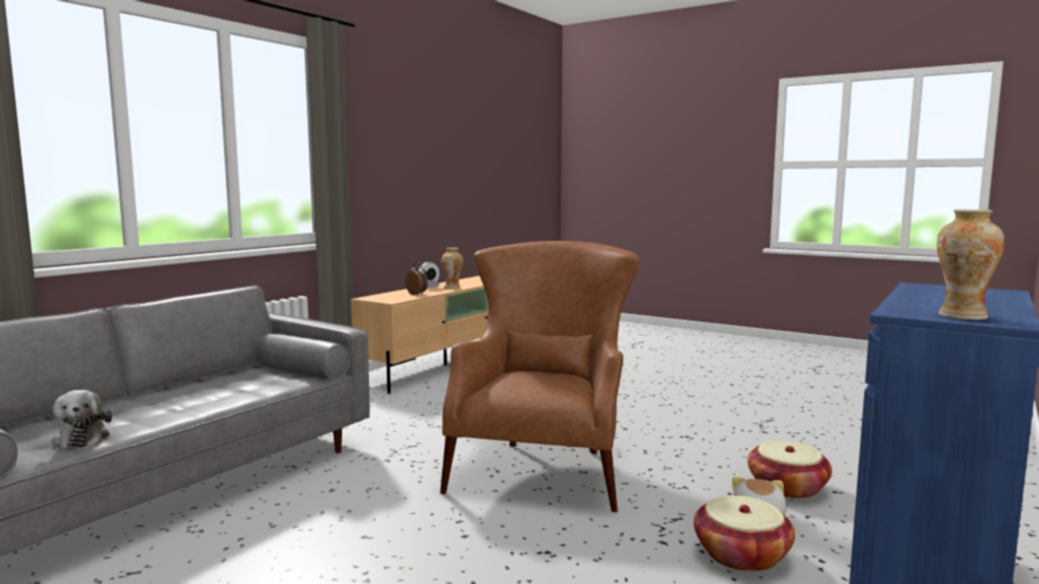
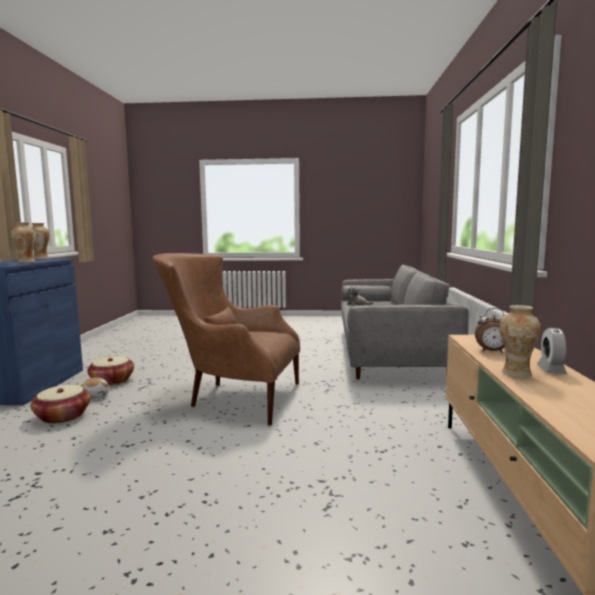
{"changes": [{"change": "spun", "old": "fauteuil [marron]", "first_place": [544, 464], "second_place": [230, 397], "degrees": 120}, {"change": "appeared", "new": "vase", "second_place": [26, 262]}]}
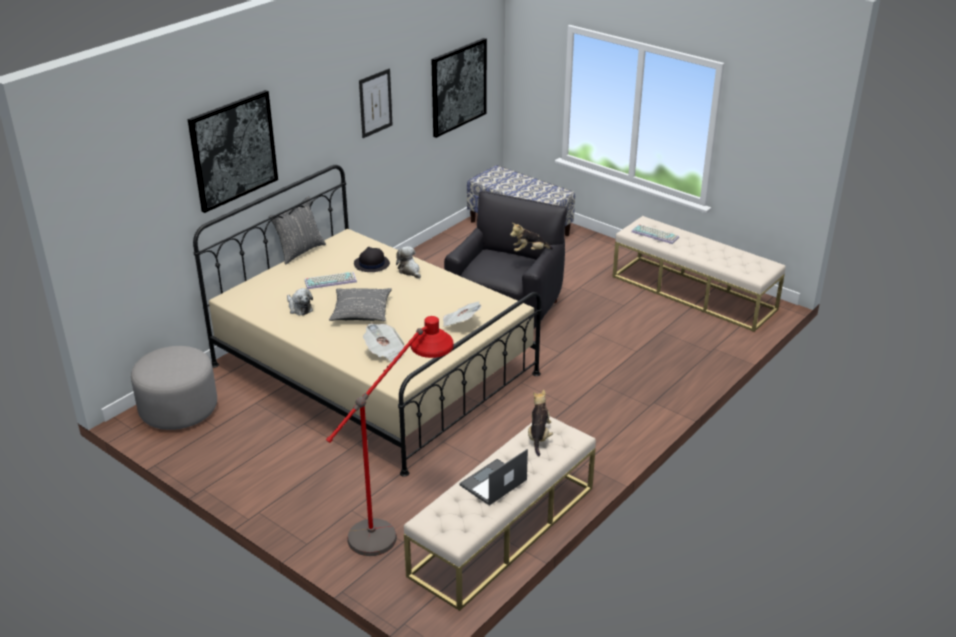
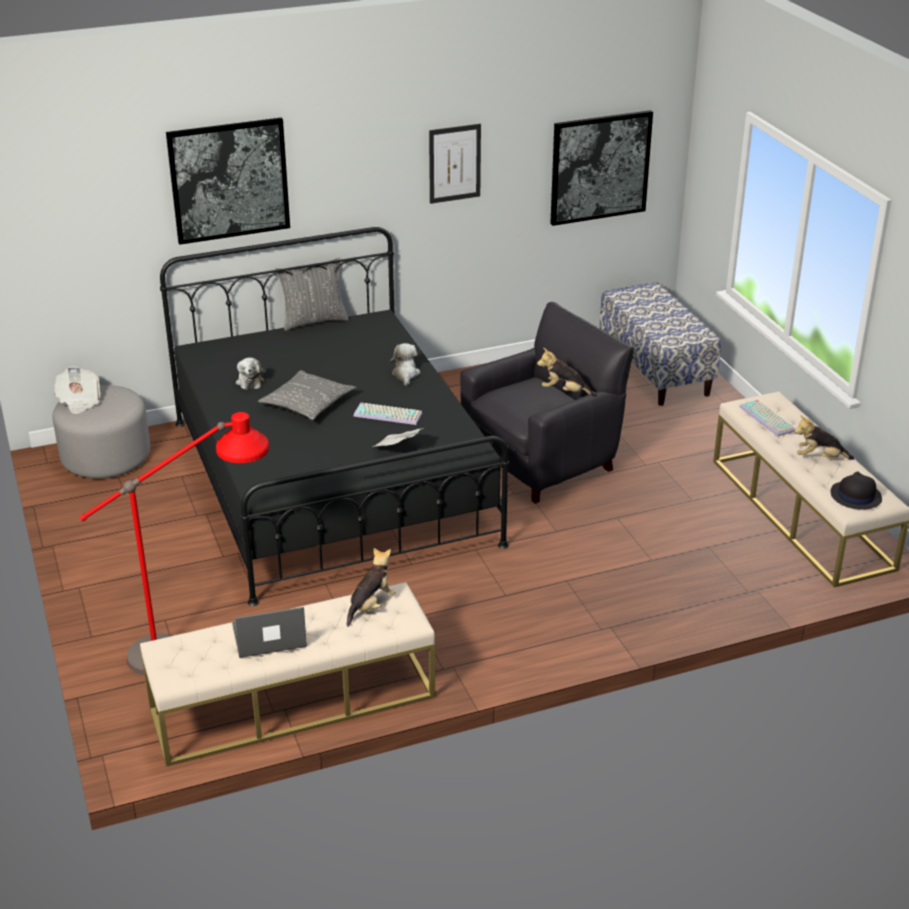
{"changes": [{"change": "colour", "old": "lit [beige]", "new": "lit [noir]", "first_place": [374, 369], "second_place": [331, 481]}, {"change": "relocated", "old": "clavier", "first_place": [331, 280], "second_place": [389, 414]}, {"change": "relocated", "old": "chapeau [noir]", "first_place": [371, 264], "second_place": [855, 496]}, {"change": "relocated", "old": "journal", "first_place": [385, 352], "second_place": [79, 401]}, {"change": "appeared", "new": "peluche", "second_place": [819, 457]}]}
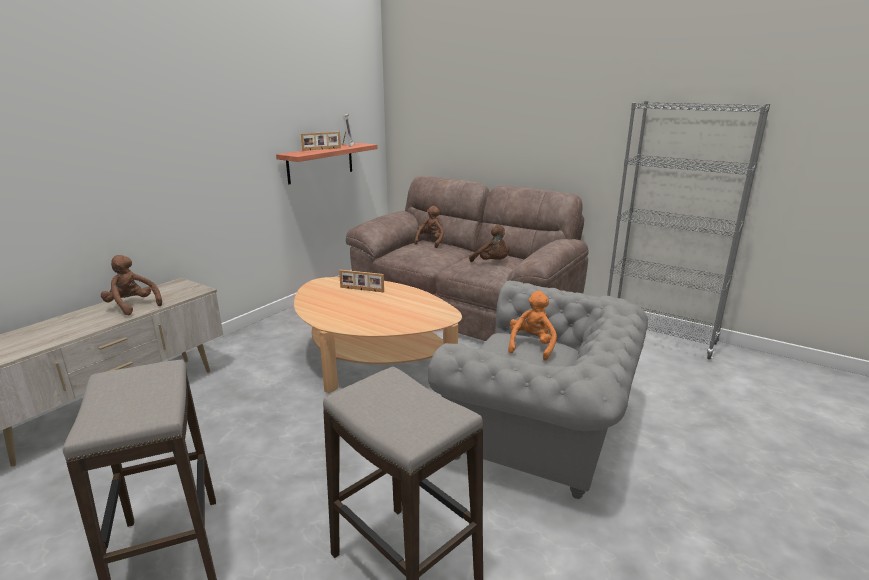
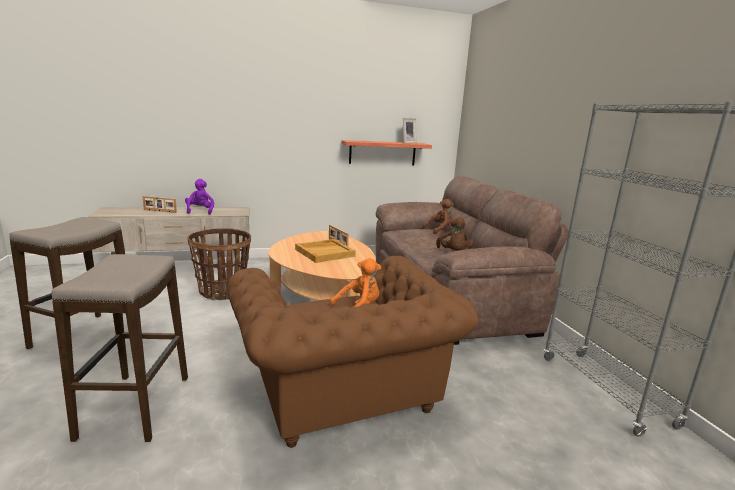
{"changes": [{"change": "colour", "old": "peluche [marron]", "new": "peluche [violet]", "first_place": [132, 306], "second_place": [200, 211]}, {"change": "relocated", "old": "cadre photo", "first_place": [322, 149], "second_place": [159, 211]}, {"change": "colour", "old": "fauteuil [gris]", "new": "fauteuil [marron]", "first_place": [542, 435], "second_place": [344, 395]}, {"change": "appeared", "new": "panier", "second_place": [222, 291]}, {"change": "appeared", "new": "plateau [beige]", "second_place": [325, 252]}]}
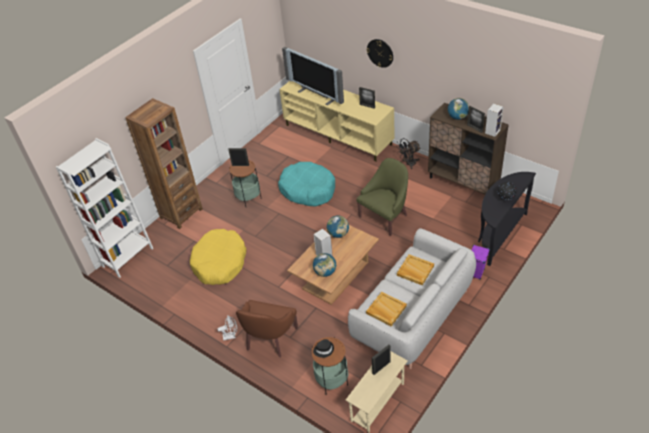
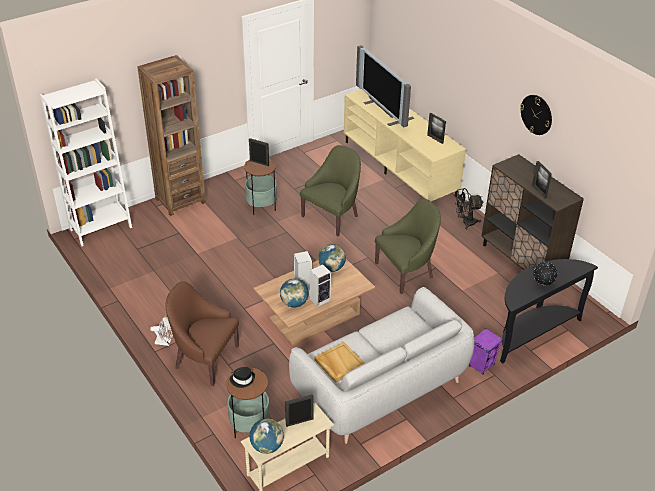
{"changes": [{"change": "missing", "old": "panier pour chien [jaune]", "first_place": [220, 263]}, {"change": "spun", "old": "fauteuil [marron]", "first_place": [269, 339], "second_place": [204, 359], "degrees": 75}, {"change": "exchanged", "old": "panier pour chien [turquoise]", "new": "fauteuil [vert]", "first_place": [308, 190], "second_place": [332, 217]}, {"change": "relocated", "old": "horloge murale", "first_place": [380, 53], "second_place": [536, 114]}, {"change": "missing", "old": "plateau [beige]", "first_place": [415, 270]}, {"change": "relocated", "old": "globe", "first_place": [457, 117], "second_place": [267, 446]}, {"change": "relocated", "old": "enceinte", "first_place": [492, 131], "second_place": [320, 299]}]}
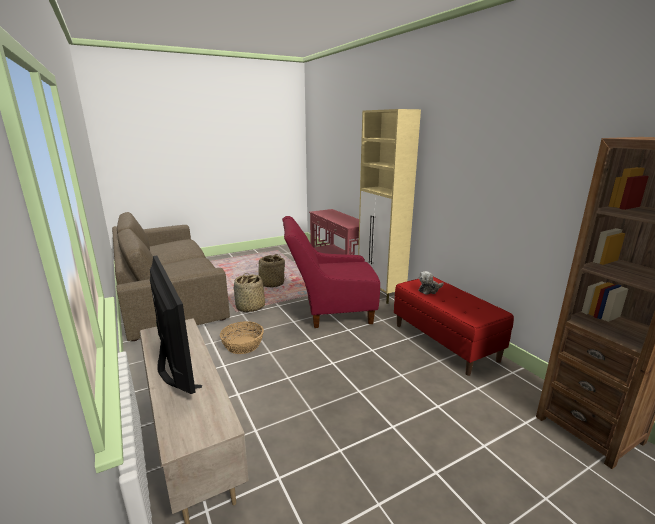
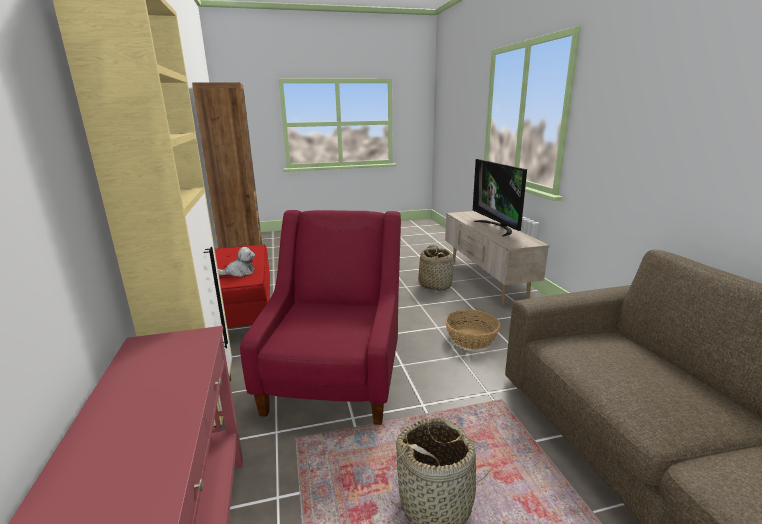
{"changes": [{"change": "relocated", "old": "panier", "first_place": [250, 307], "second_place": [435, 285]}, {"change": "spun", "old": "fauteuil [rouge]", "first_place": [330, 310], "second_place": [335, 378], "degrees": -90}]}
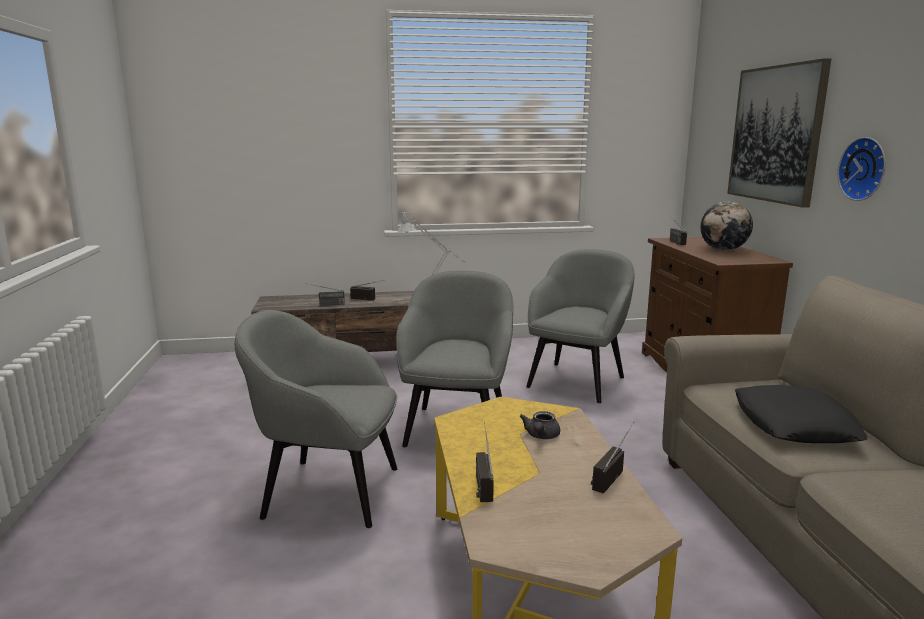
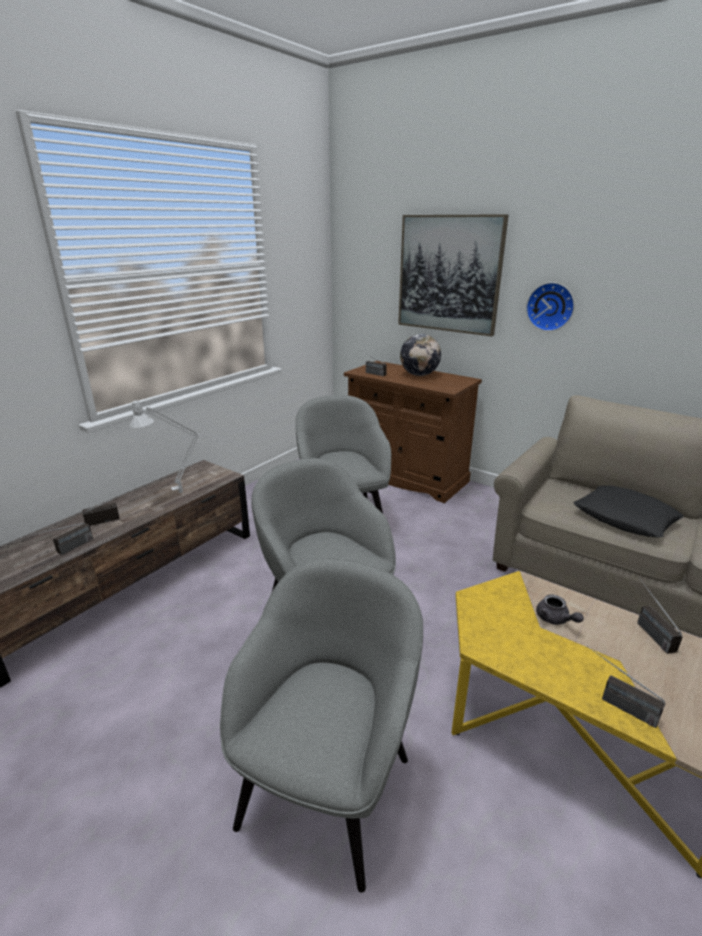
{"changes": [{"change": "spun", "old": "fauteuil [gris]", "first_place": [328, 491], "second_place": [328, 786], "degrees": 150}]}
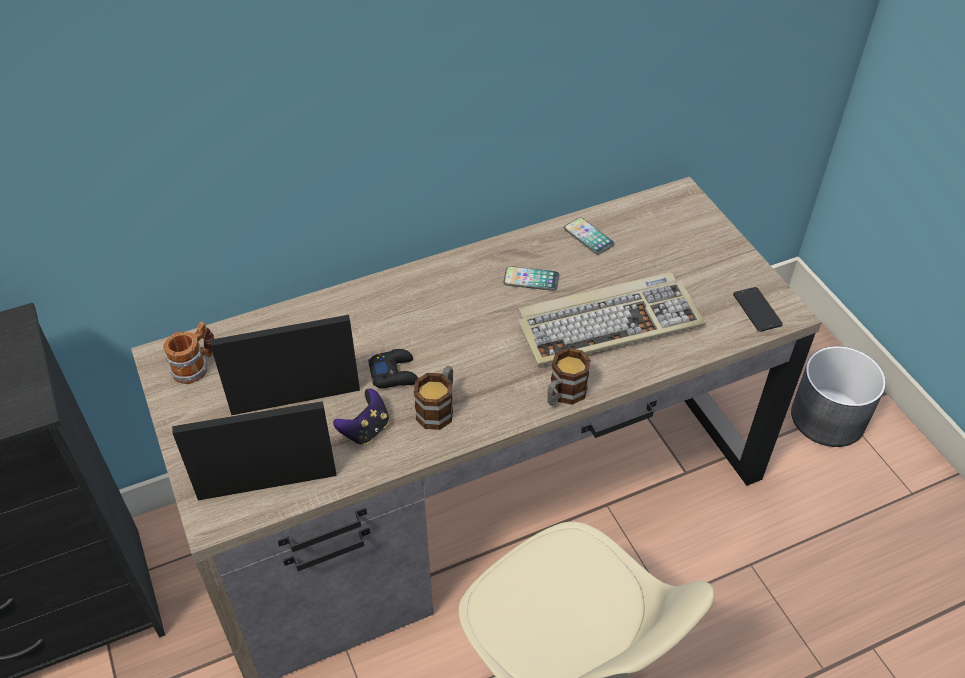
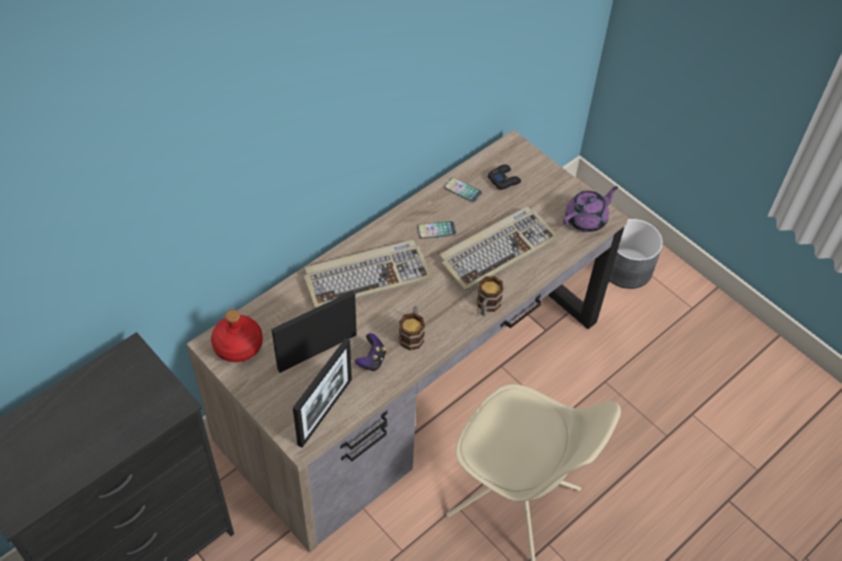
{"changes": [{"change": "exchanged", "old": "mug", "new": "bouteille [rouge]", "first_place": [196, 366], "second_place": [239, 345]}, {"change": "spun", "old": "cadre photo", "first_place": [267, 484], "second_place": [325, 412], "degrees": 150}, {"change": "relocated", "old": "manette [noir]", "first_place": [394, 373], "second_place": [504, 180]}, {"change": "exchanged", "old": "téléphone", "new": "théière [violet]", "first_place": [757, 309], "second_place": [586, 219]}, {"change": "appeared", "new": "clavier", "second_place": [367, 276]}]}
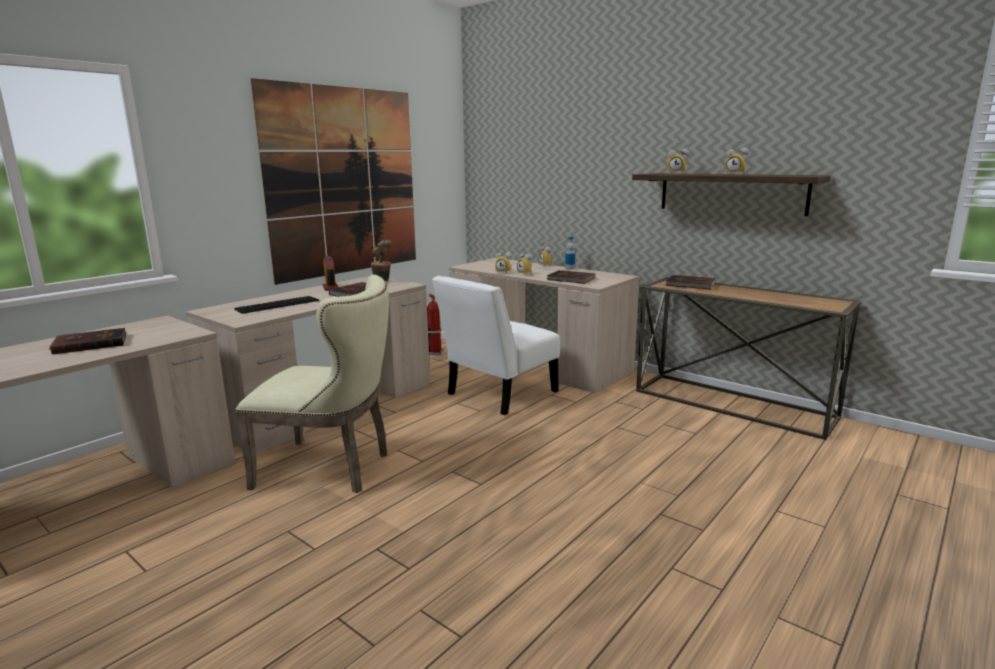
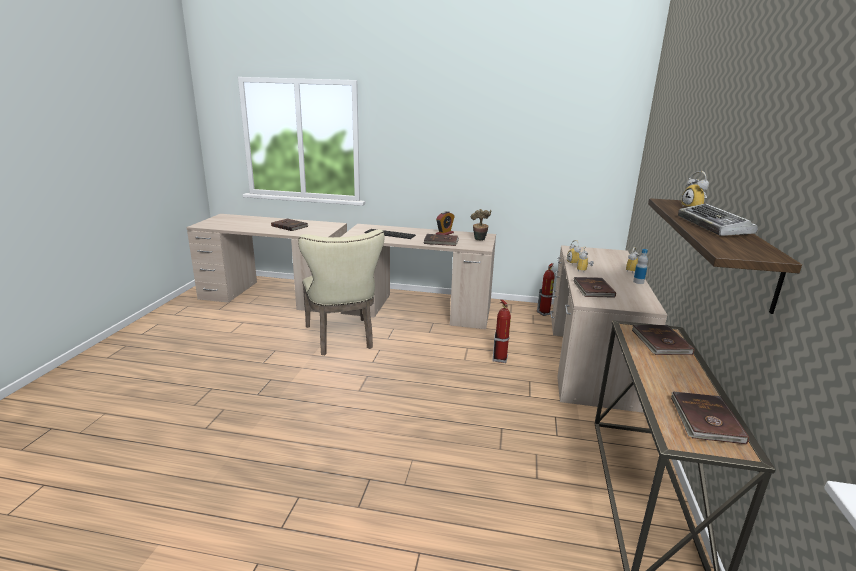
{"changes": [{"change": "missing", "old": "tableau", "first_place": [345, 182]}, {"change": "exchanged", "old": "chaise [blanc]", "new": "extincteur", "first_place": [498, 395], "second_place": [500, 359]}, {"change": "exchanged", "old": "réveil", "new": "clavier", "first_place": [735, 174], "second_place": [714, 226]}, {"change": "appeared", "new": "livre [marron]", "second_place": [705, 420]}]}
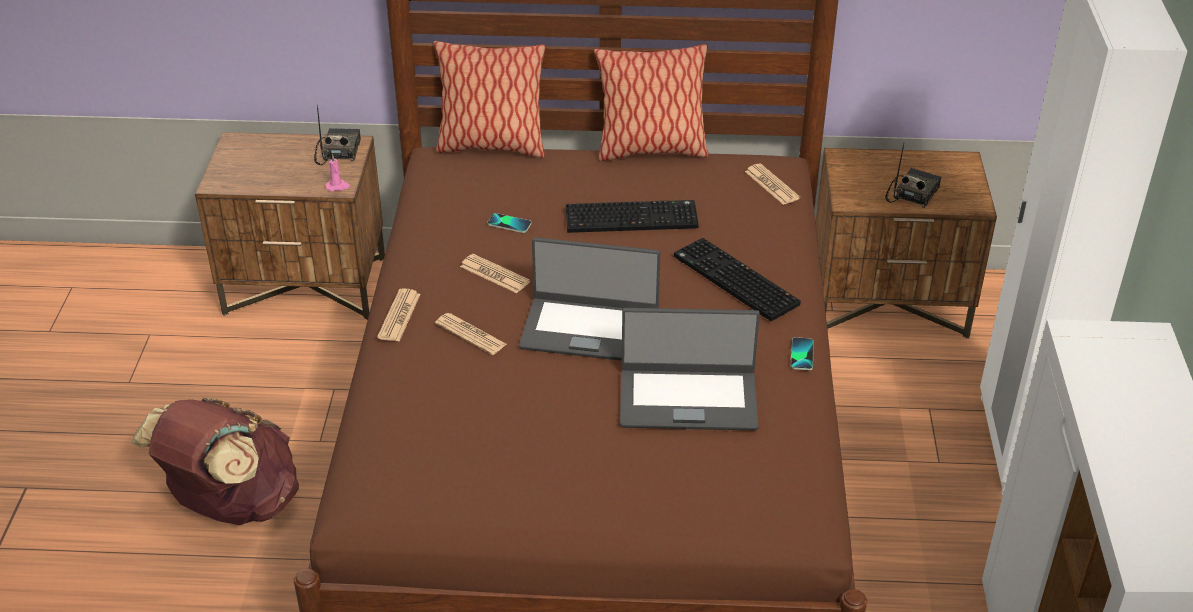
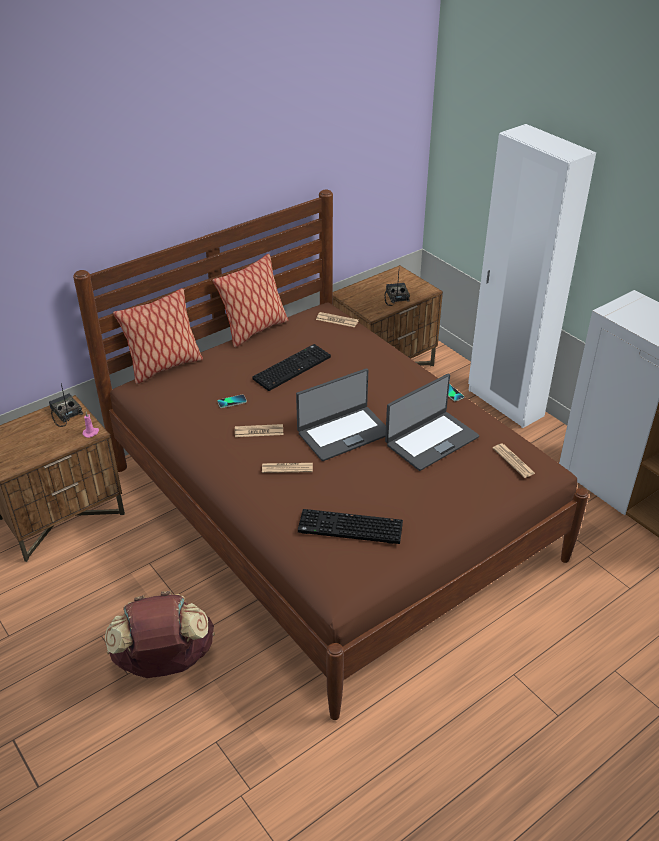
{"changes": [{"change": "relocated", "old": "journal", "first_place": [399, 316], "second_place": [513, 461]}, {"change": "relocated", "old": "clavier", "first_place": [733, 281], "second_place": [349, 529]}]}
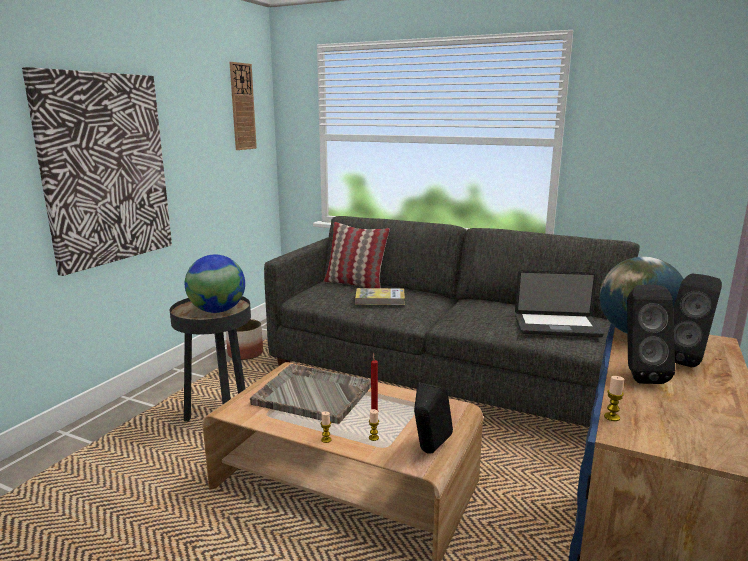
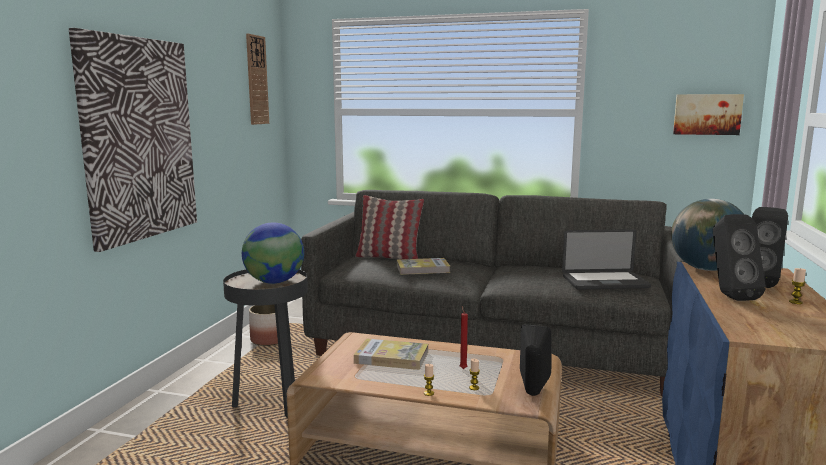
{"changes": [{"change": "exchanged", "old": "plateau [gris]", "new": "livre", "first_place": [311, 394], "second_place": [391, 357]}, {"change": "relocated", "old": "bougie", "first_place": [612, 417], "second_place": [795, 302]}, {"change": "appeared", "new": "tableau", "second_place": [707, 114]}]}
